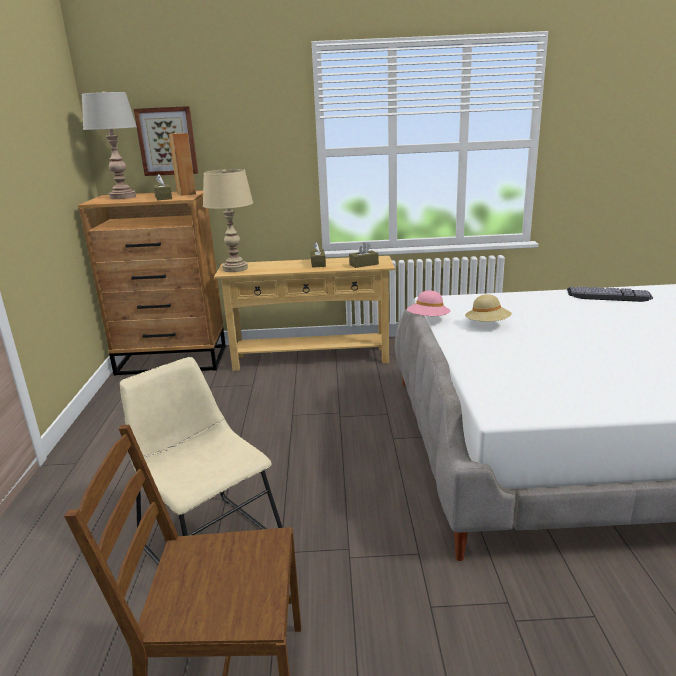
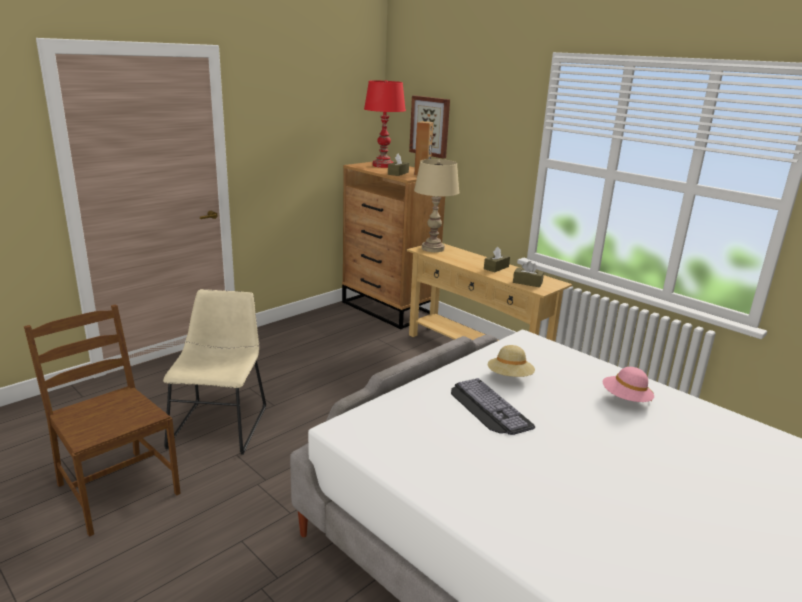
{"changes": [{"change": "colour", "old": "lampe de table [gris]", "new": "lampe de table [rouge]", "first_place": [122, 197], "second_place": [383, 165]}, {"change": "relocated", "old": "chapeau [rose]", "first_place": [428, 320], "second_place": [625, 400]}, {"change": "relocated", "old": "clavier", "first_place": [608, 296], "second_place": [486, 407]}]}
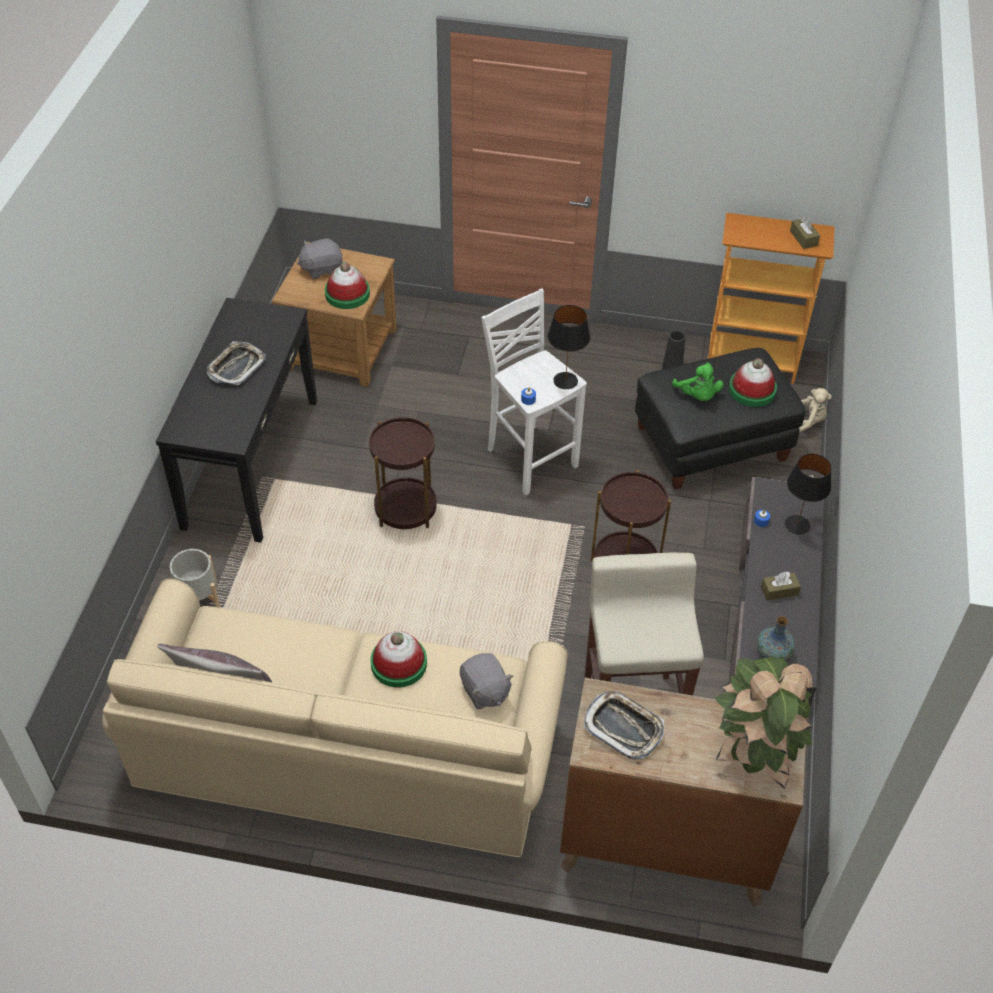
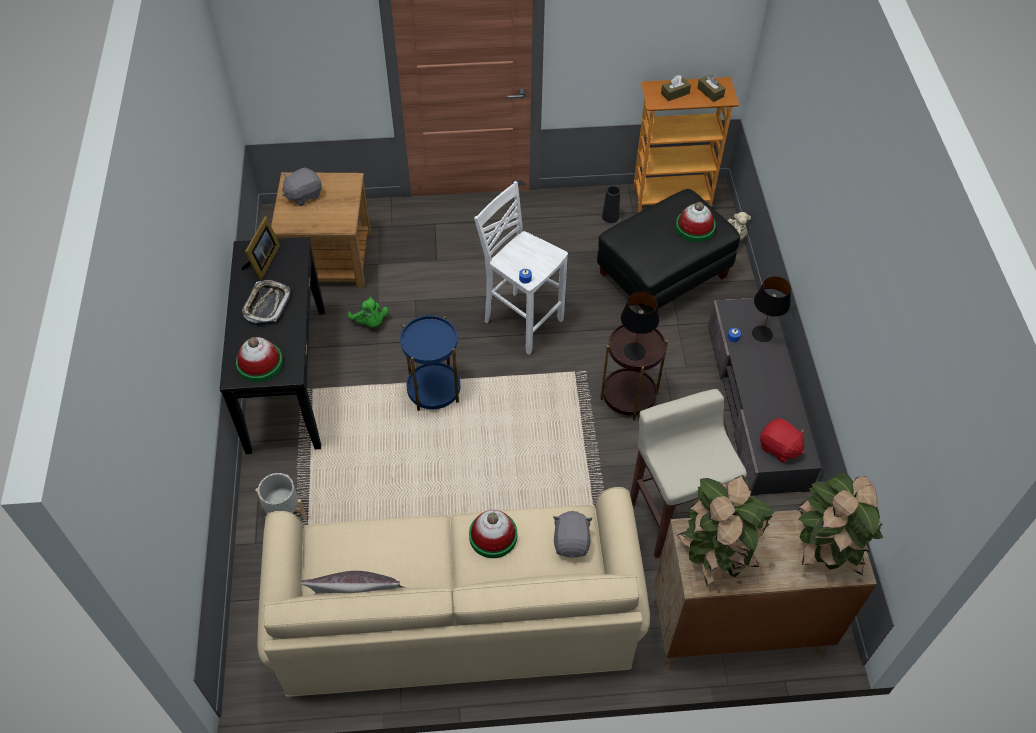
{"changes": [{"change": "relocated", "old": "chapeau", "first_place": [347, 294], "second_place": [260, 363]}, {"change": "colour", "old": "table d'appoint [marron]", "new": "table d'appoint [bleu]", "first_place": [405, 509], "second_place": [433, 390]}, {"change": "spun", "old": "peluche [gris]", "first_place": [484, 691], "second_place": [571, 542], "degrees": -135}, {"change": "relocated", "old": "lampe de table [noir]", "first_place": [566, 380], "second_place": [635, 351]}, {"change": "exchanged", "old": "plateau", "new": "plante en pot", "first_place": [623, 727], "second_place": [716, 555]}, {"change": "relocated", "old": "peluche [vert]", "first_place": [697, 396], "second_place": [370, 322]}, {"change": "exchanged", "old": "vase", "new": "peluche [rouge]", "first_place": [772, 653], "second_place": [779, 448]}, {"change": "relocated", "old": "boîte à mouchoirs [marron]", "first_place": [779, 591], "second_place": [675, 93]}, {"change": "appeared", "new": "cadre photo", "second_place": [263, 262]}]}
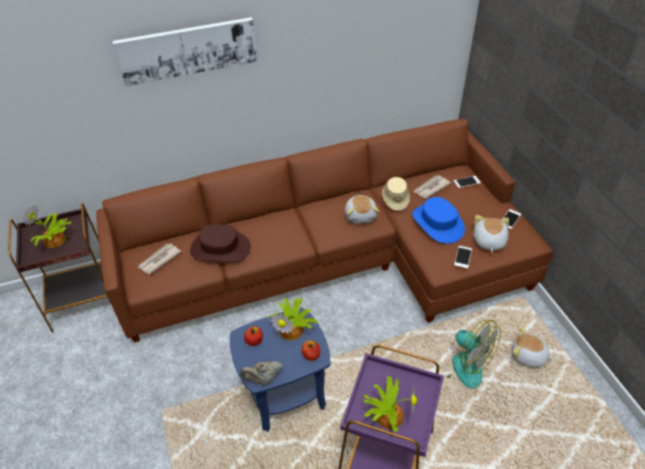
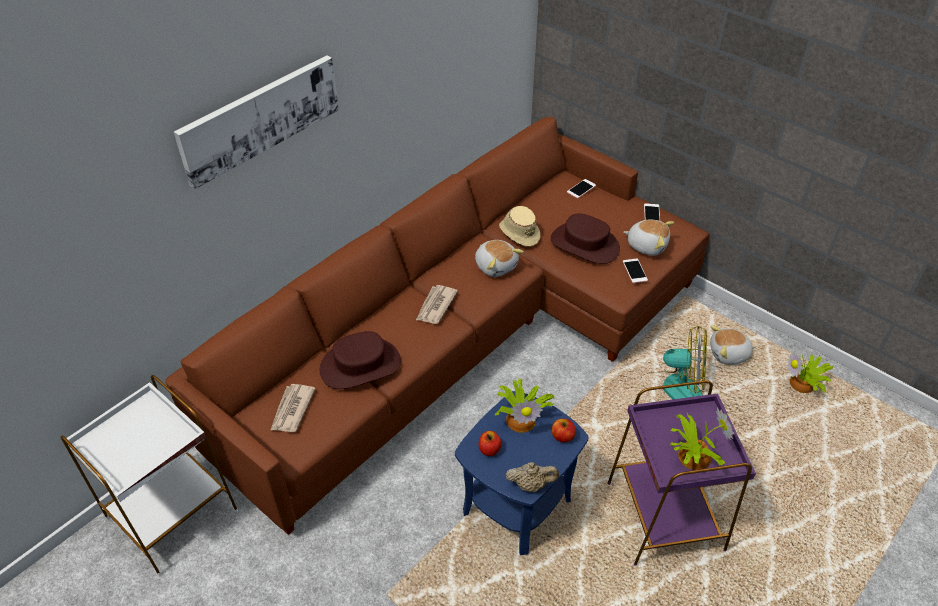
{"changes": [{"change": "colour", "old": "table d'appoint [marron]", "new": "table d'appoint [blanc]", "first_place": [84, 299], "second_place": [173, 514]}, {"change": "relocated", "old": "plante en pot", "first_place": [54, 241], "second_place": [803, 385]}, {"change": "spun", "old": "théière [beige]", "first_place": [263, 378], "second_place": [531, 484], "degrees": -135}, {"change": "colour", "old": "chapeau [bleu]", "new": "chapeau [marron]", "first_place": [438, 223], "second_place": [585, 244]}, {"change": "relocated", "old": "journal", "first_place": [430, 188], "second_place": [435, 306]}, {"change": "spun", "old": "peluche", "first_place": [488, 241], "second_place": [647, 245], "degrees": 135}]}
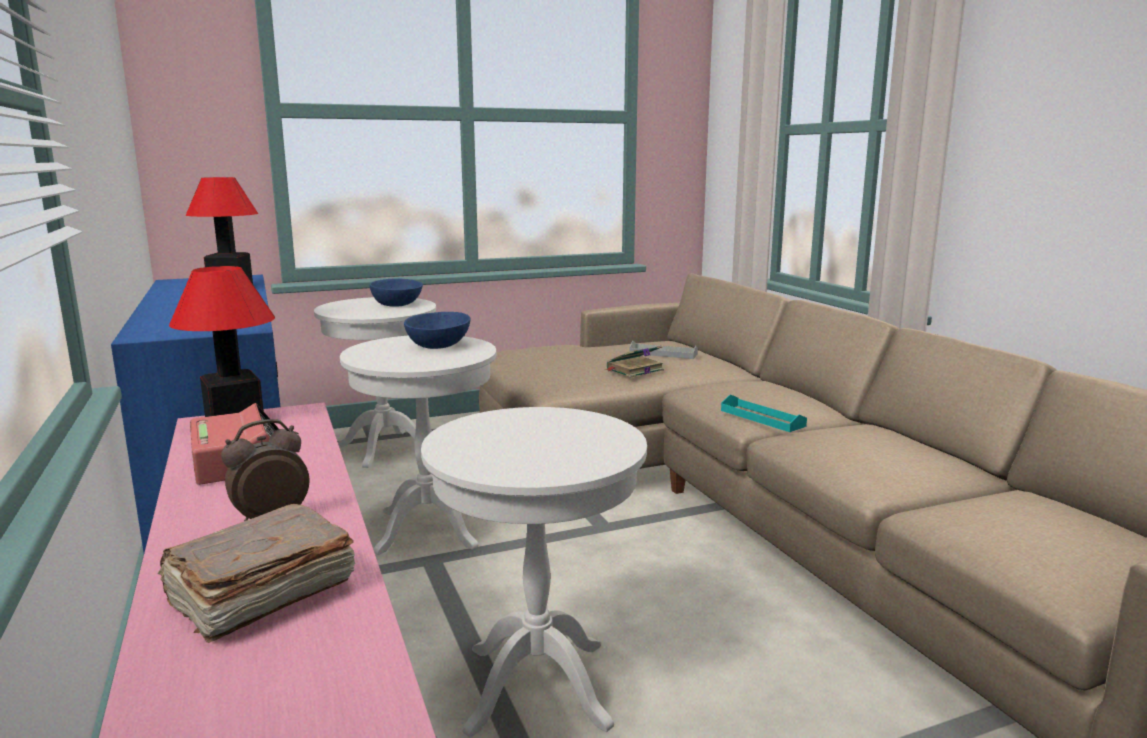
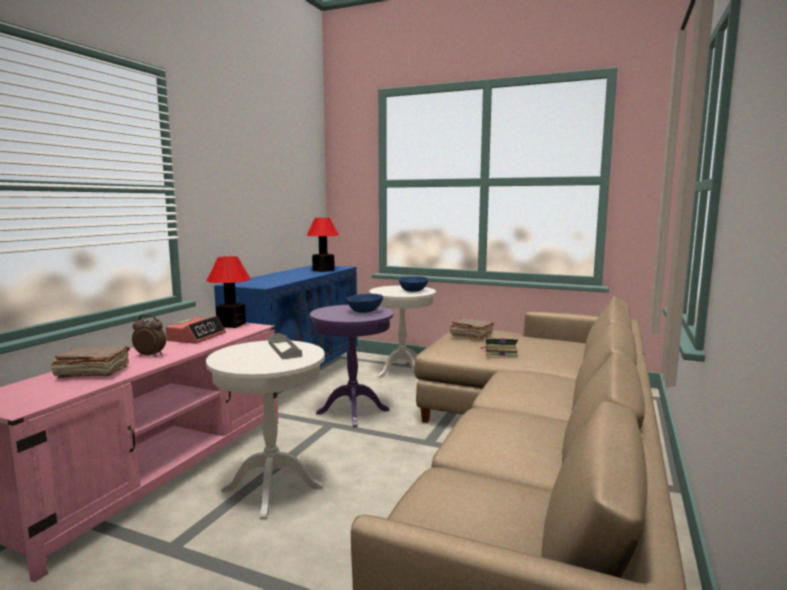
{"changes": [{"change": "colour", "old": "table d'appoint [blanc]", "new": "table d'appoint [violet]", "first_place": [428, 529], "second_place": [353, 412]}, {"change": "relocated", "old": "plateau [gris]", "first_place": [663, 354], "second_place": [284, 350]}, {"change": "missing", "old": "plateau [turquoise]", "first_place": [762, 418]}, {"change": "appeared", "new": "livre [marron]", "second_place": [471, 336]}]}
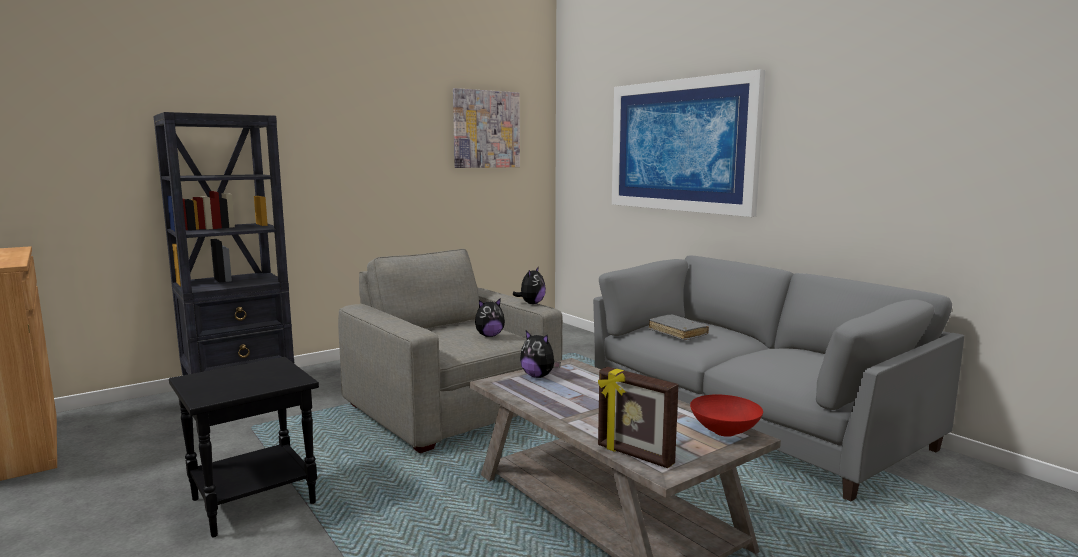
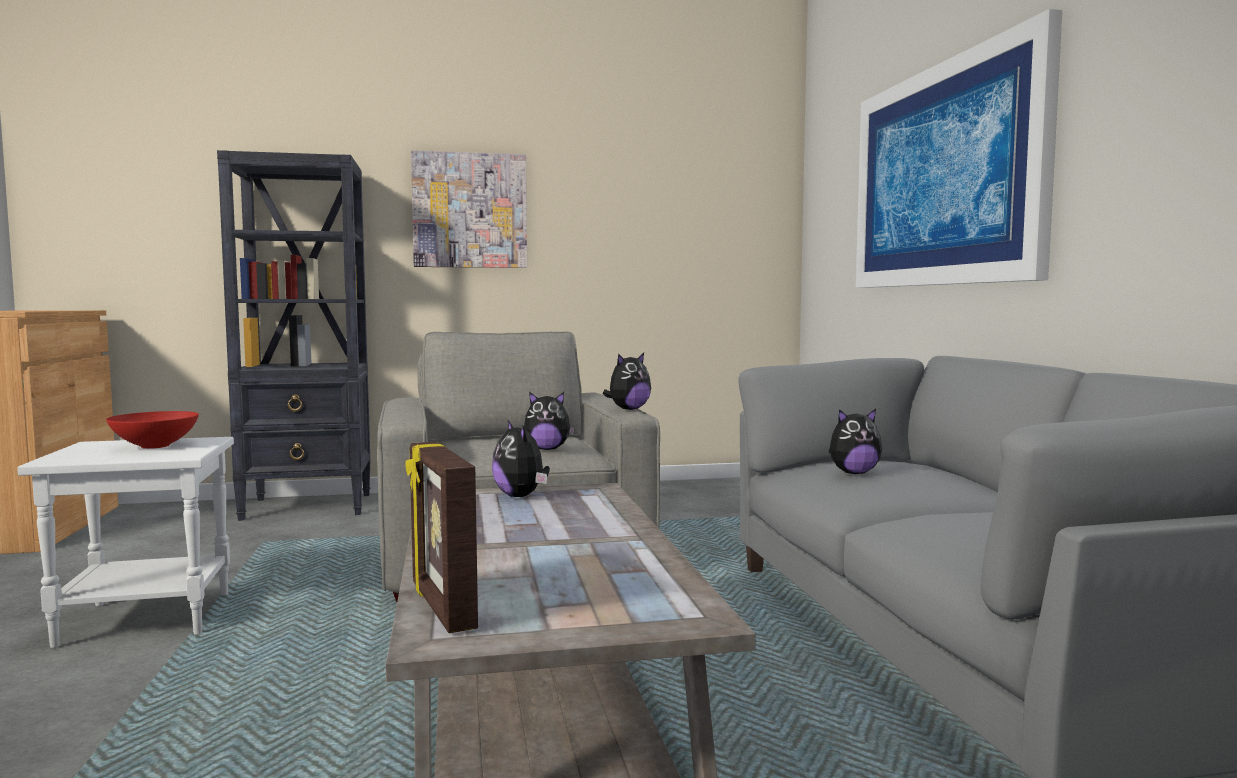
{"changes": [{"change": "colour", "old": "table d'appoint [noir]", "new": "table d'appoint [blanc]", "first_place": [254, 500], "second_place": [149, 618]}, {"change": "relocated", "old": "tableau", "first_place": [486, 129], "second_place": [470, 210]}, {"change": "exchanged", "old": "livre [gris]", "new": "peluche", "first_place": [677, 333], "second_place": [853, 473]}, {"change": "relocated", "old": "bol [rouge]", "first_place": [725, 431], "second_place": [156, 446]}]}
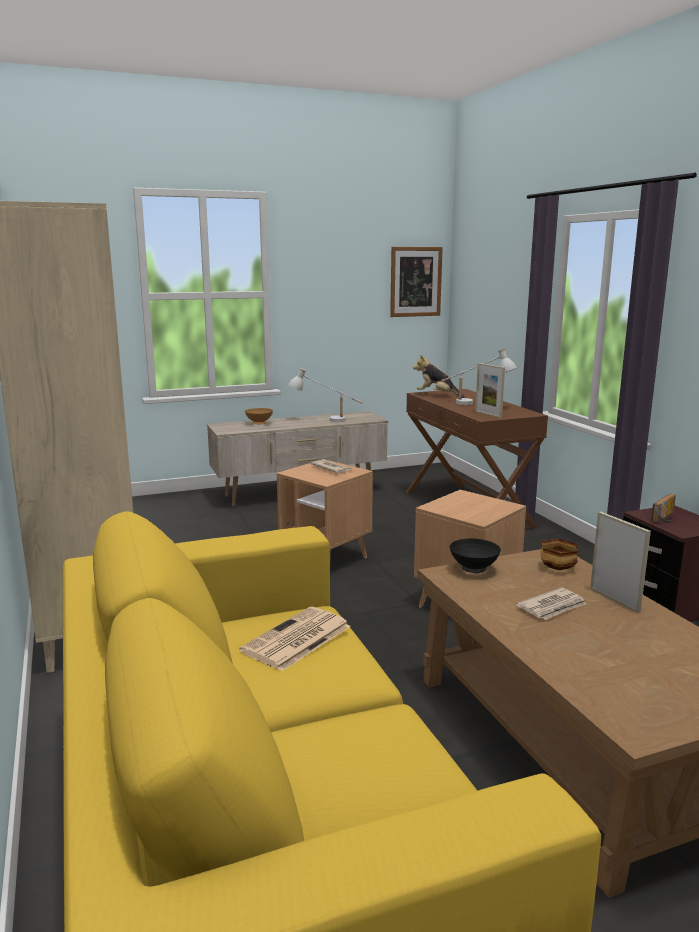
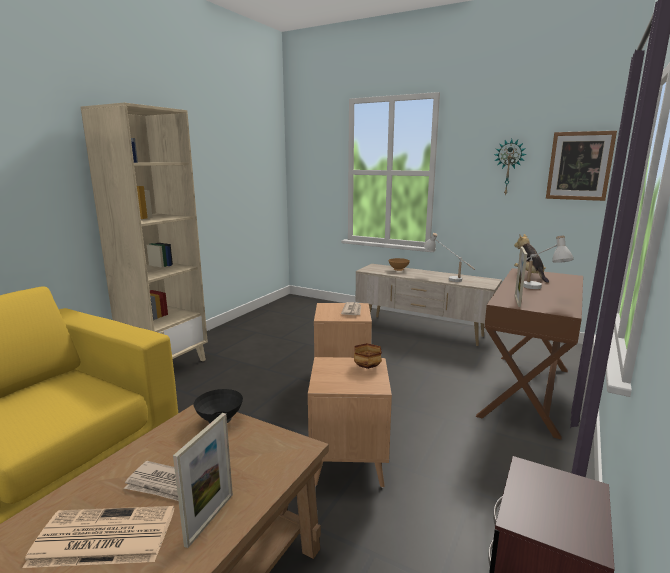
{"changes": [{"change": "relocated", "old": "journal", "first_place": [296, 640], "second_place": [101, 538]}, {"change": "relocated", "old": "bol", "first_place": [558, 568], "second_place": [368, 366]}, {"change": "missing", "old": "radio", "first_place": [666, 518]}, {"change": "appeared", "new": "horloge murale", "second_place": [508, 167]}]}
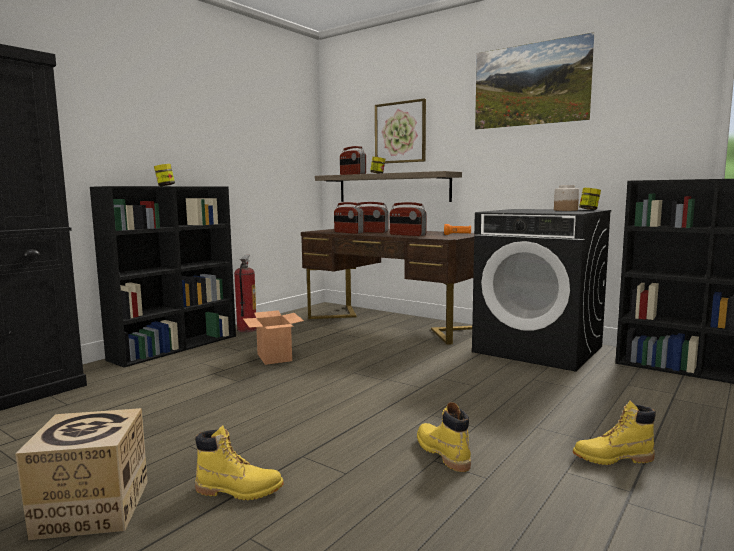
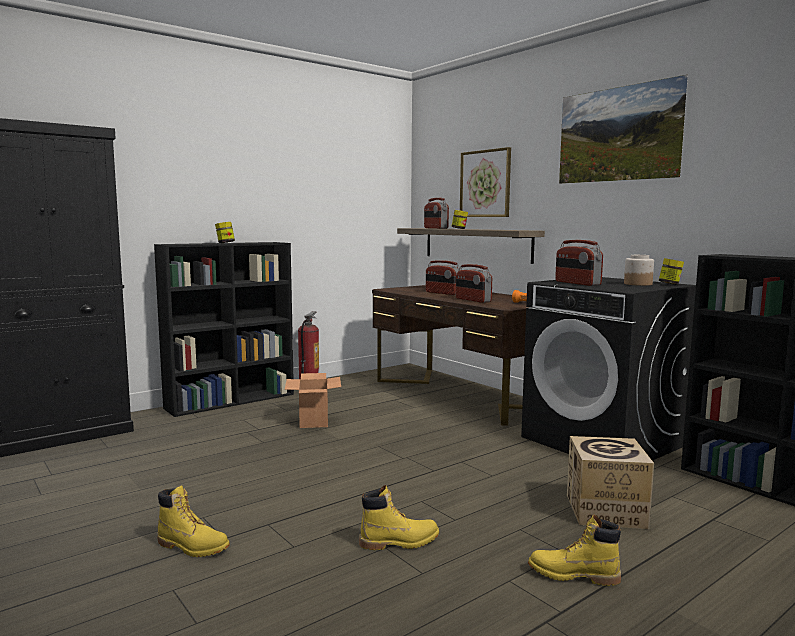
{"changes": [{"change": "relocated", "old": "carton", "first_place": [92, 509], "second_place": [605, 511]}, {"change": "relocated", "old": "radio", "first_place": [348, 232], "second_place": [577, 283]}, {"change": "spun", "old": "botte [jaune]", "first_place": [442, 453], "second_place": [399, 542], "degrees": 90}]}
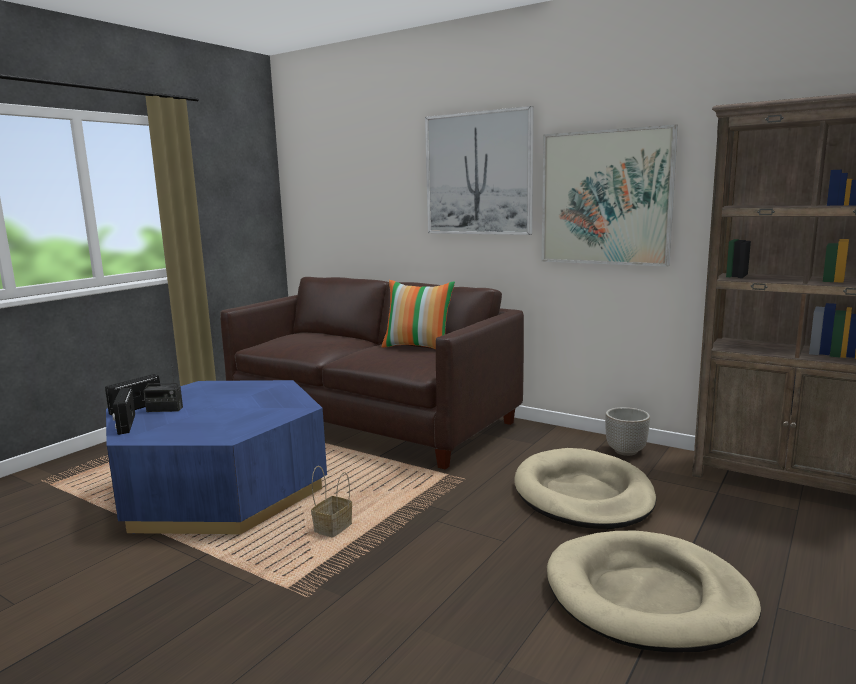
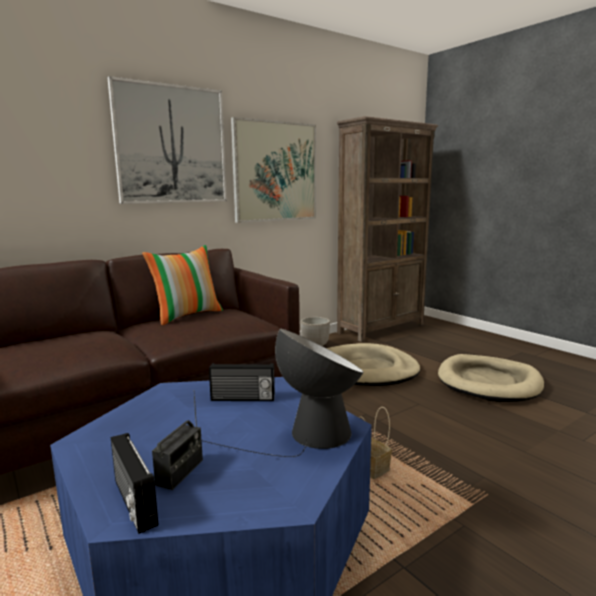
{"changes": [{"change": "relocated", "old": "radio", "first_place": [125, 424], "second_place": [243, 399]}, {"change": "appeared", "new": "lampe de table", "second_place": [310, 435]}]}
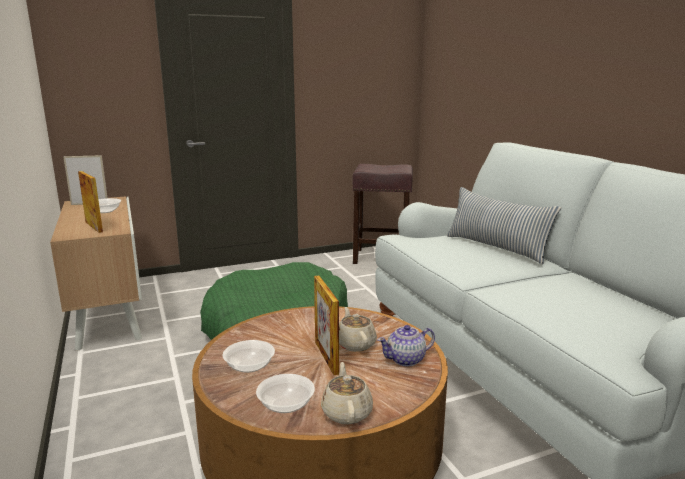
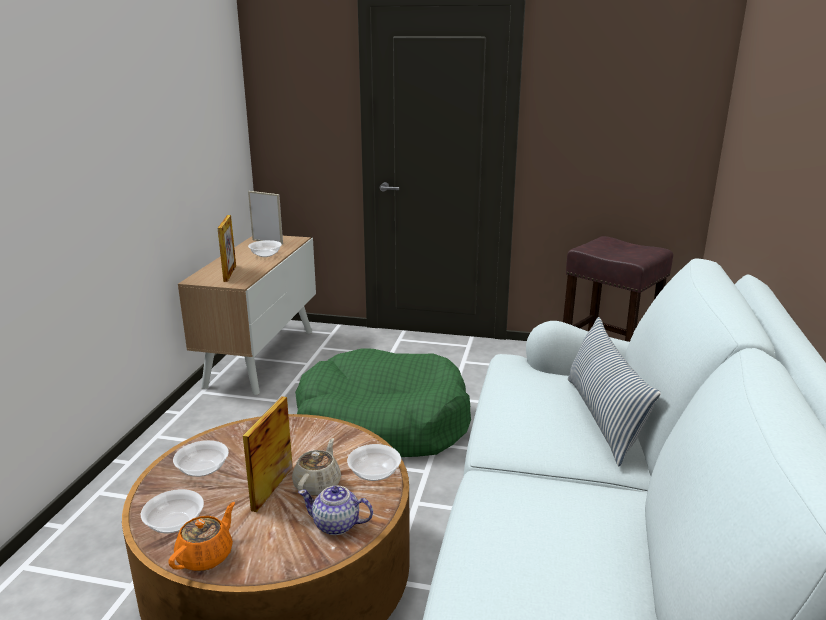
{"changes": [{"change": "colour", "old": "théière [beige]", "new": "théière [orange]", "first_place": [346, 412], "second_place": [206, 556]}, {"change": "appeared", "new": "bol", "second_place": [374, 473]}]}
